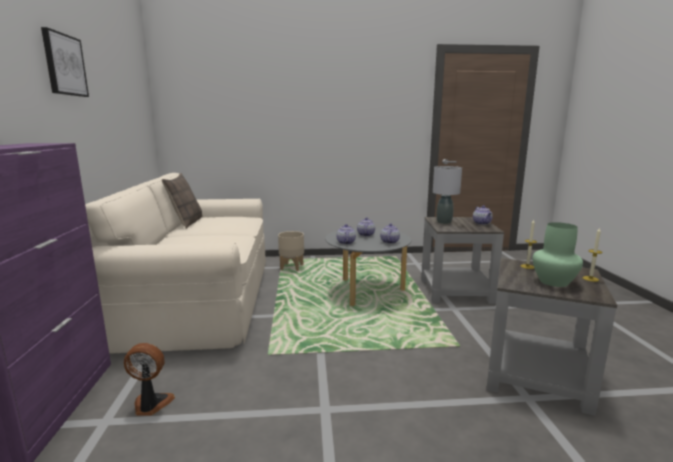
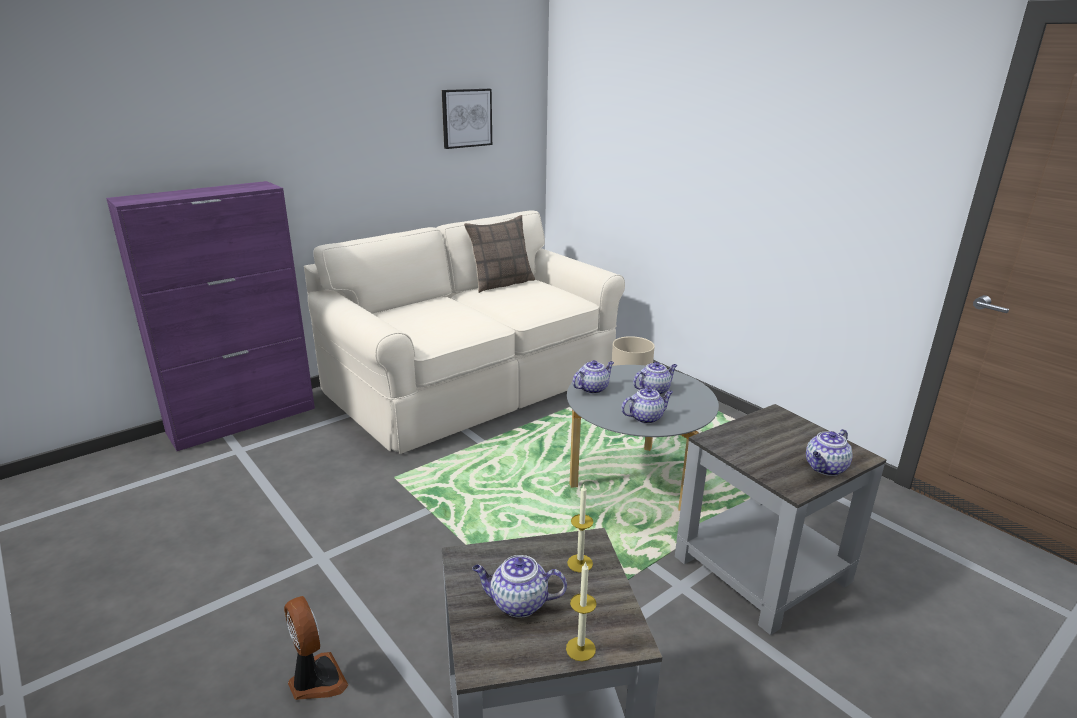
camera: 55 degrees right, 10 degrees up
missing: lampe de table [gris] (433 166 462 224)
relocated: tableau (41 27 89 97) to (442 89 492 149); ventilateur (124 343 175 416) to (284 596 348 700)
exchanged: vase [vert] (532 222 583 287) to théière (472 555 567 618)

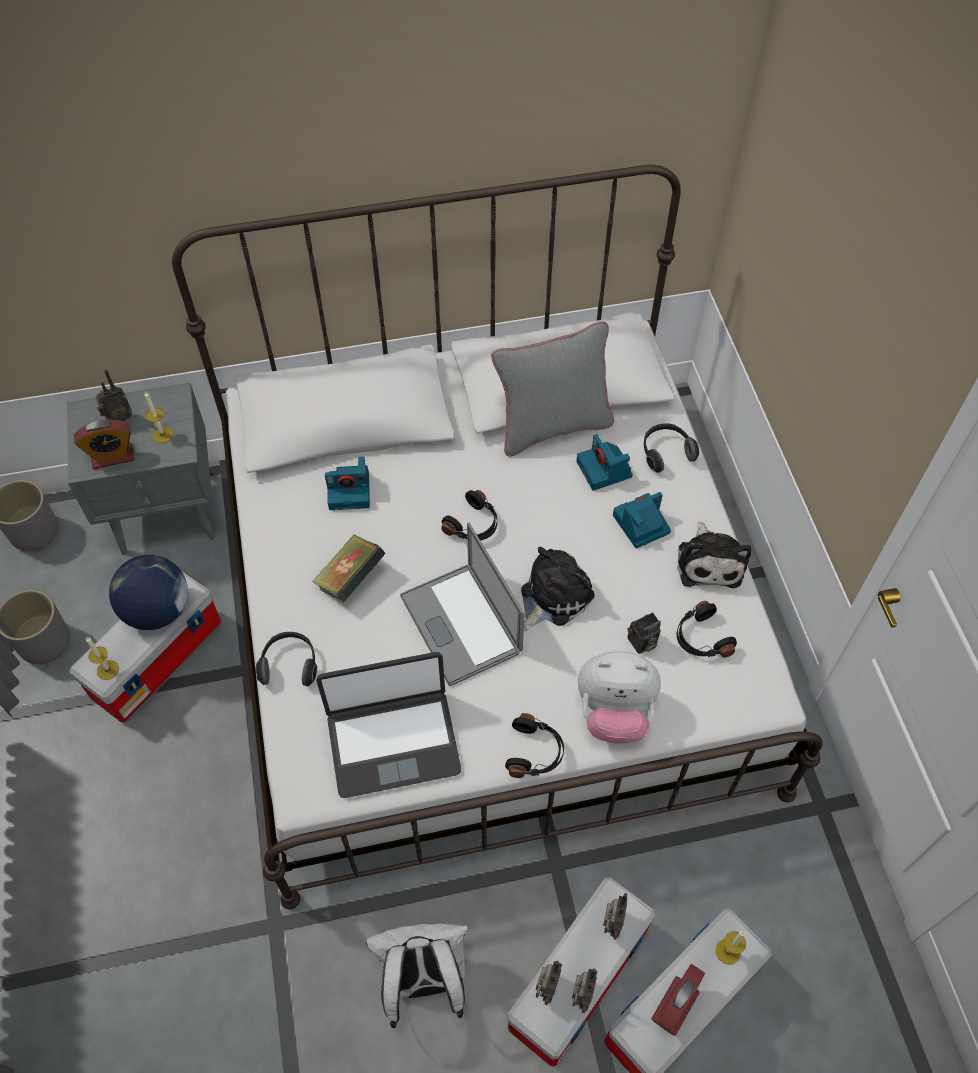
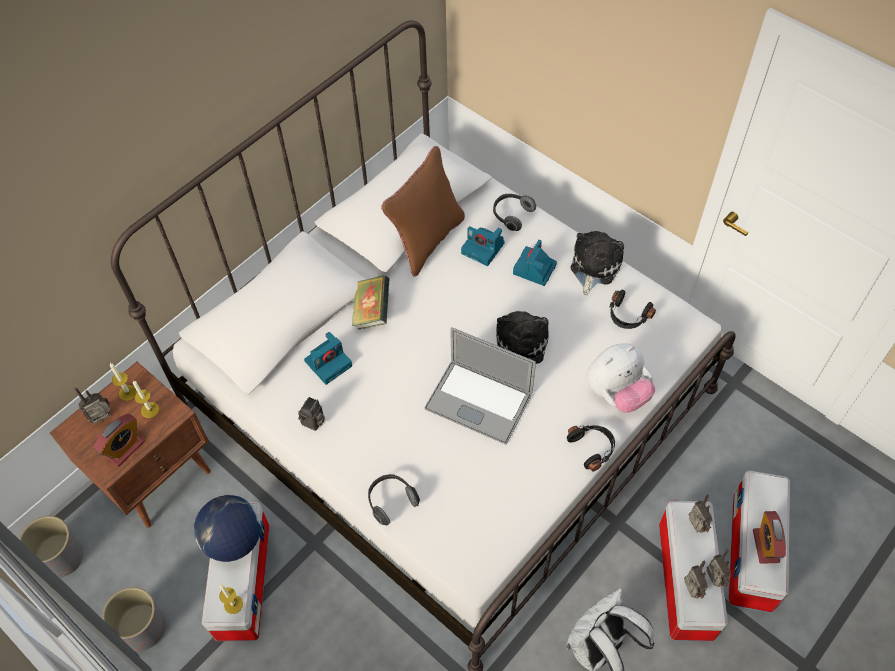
camera: 35 degrees left, 0 degrees up
missing: ordinateur portable (316 652 461 798); casque audio [noir] (441 490 497 540)
relocated: livre (312 534 385 603) to (352 275 389 330); appareil photo (627 612 661 654) to (298 397 325 431); bougie (715 930 746 965) to (110 363 137 401)
colour: table de chevet [gris] (67 383 216 555) to table de chevet [marron] (50 362 211 528); coussin [gris] (491 321 614 457) to coussin [marron] (381 146 465 276)
spun: radio (95 370 132 421) = (74 388 111 424) 150 degrees counterclockwise; peluche (677 521 751 588) = (570 231 624 295) 120 degrees counterclockwise

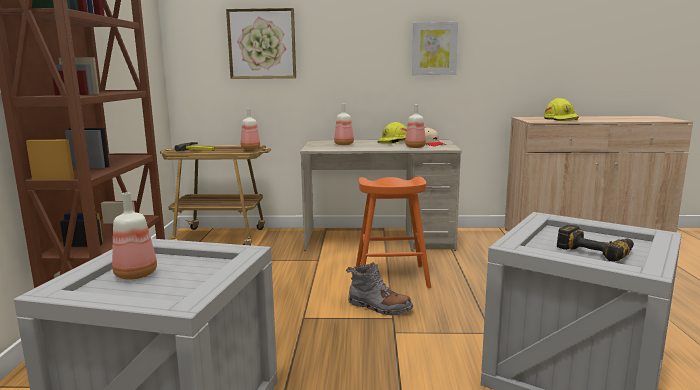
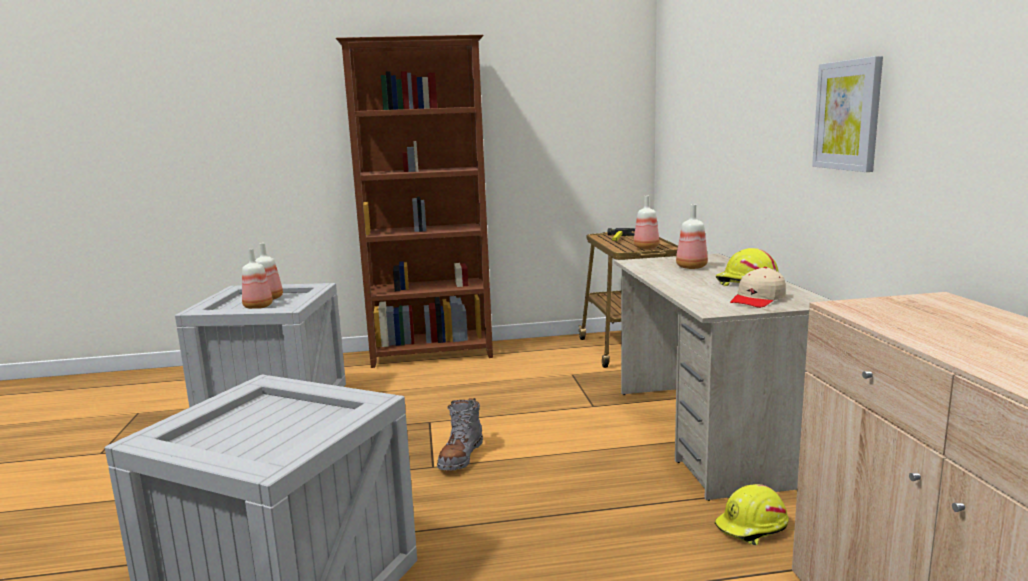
camera: 80 degrees right, 0 degrees up
missing: tableau (226 8 296 79); tabouret [orange] (356 176 431 288); perceuse (557 224 634 262)
relocated: bouteille (405 104 426 148) to (242 249 273 309); casque de chantier [jaune] (544 98 579 121) to (714 484 789 545)

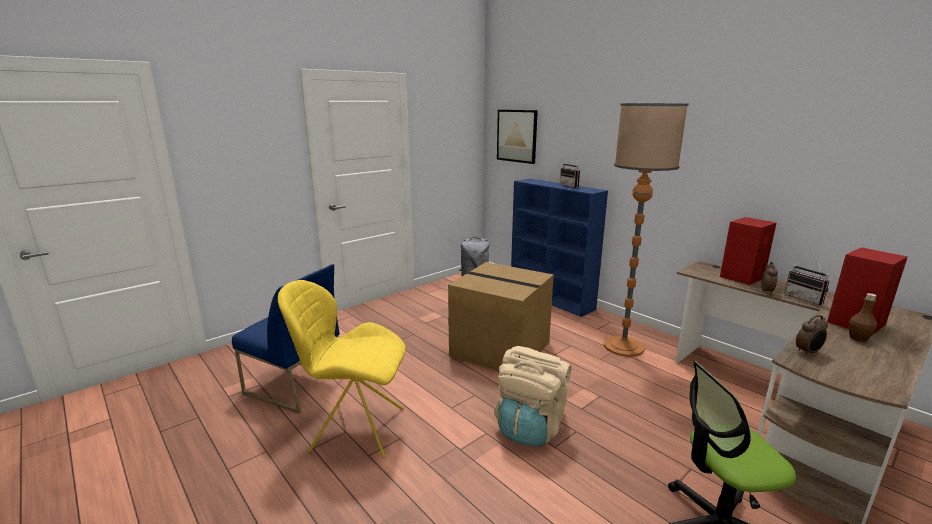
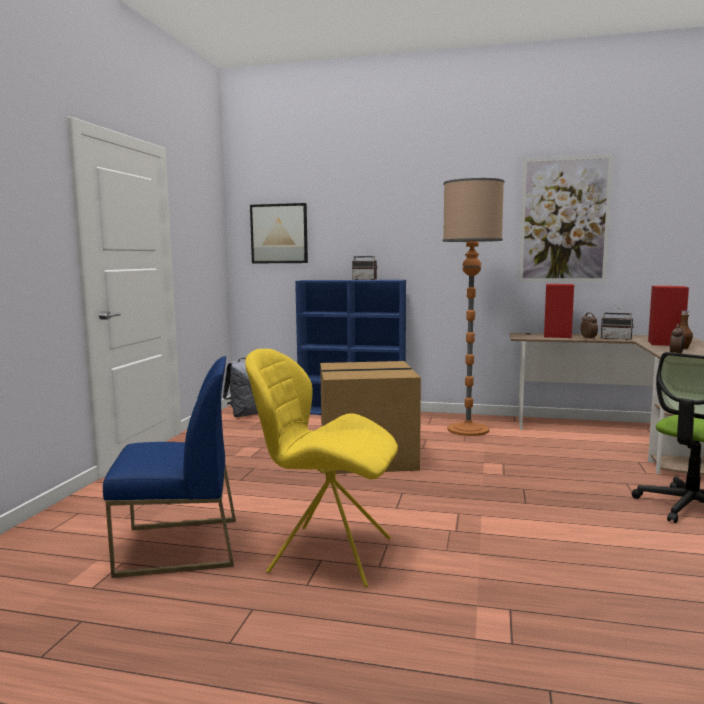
camera: 35 degrees left, 10 degrees down
missing: sac à dos [beige] (494 346 571 447)
appeared: tableau (519 154 613 282)
spun: chaise [jaune] (278 280 405 458) = (245 349 398 587) 45 degrees clockwise

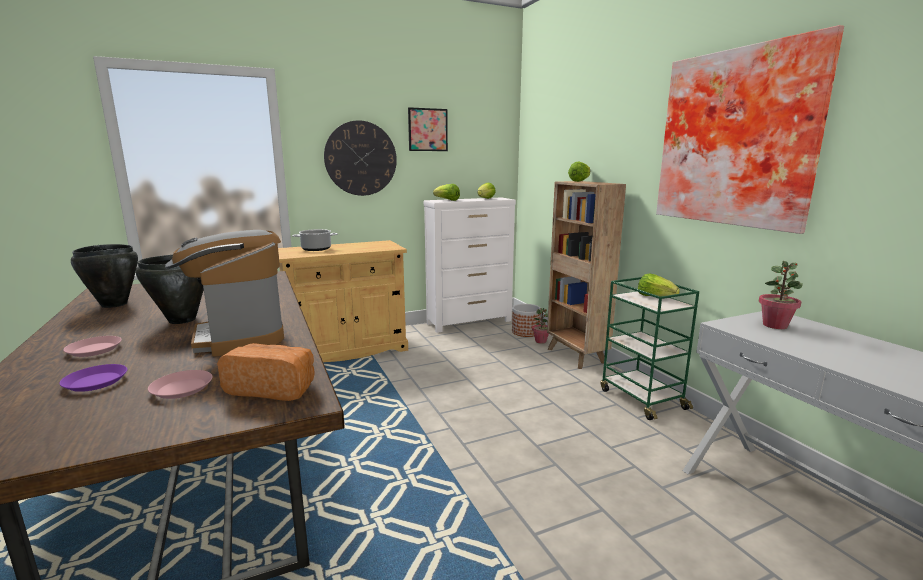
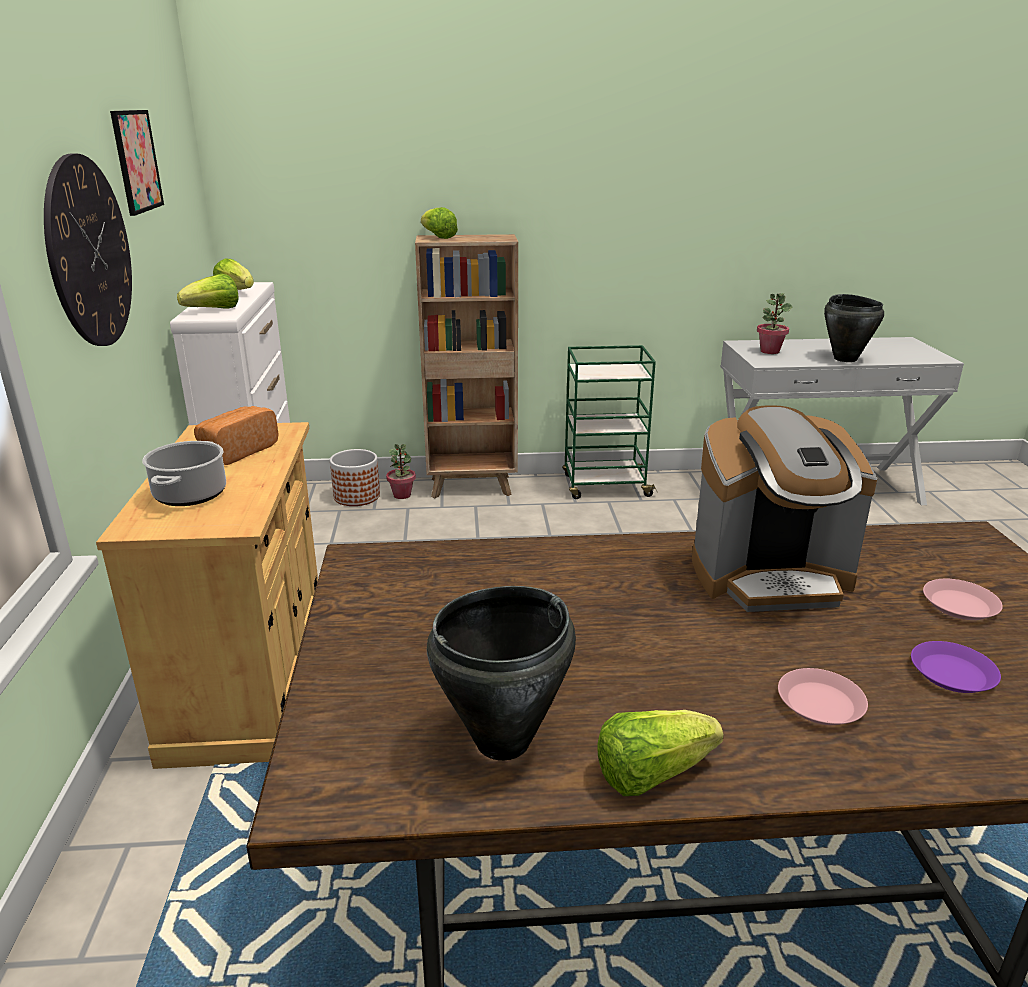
camera: 70 degrees left, 10 degrees up
missing: tableau (656 25 844 234)
relocated: marmite [noir] (136 254 204 324) to (824 294 884 362); pain (217 343 315 401) to (194 406 279 465); laitue (638 274 680 297) to (597 710 724 796)

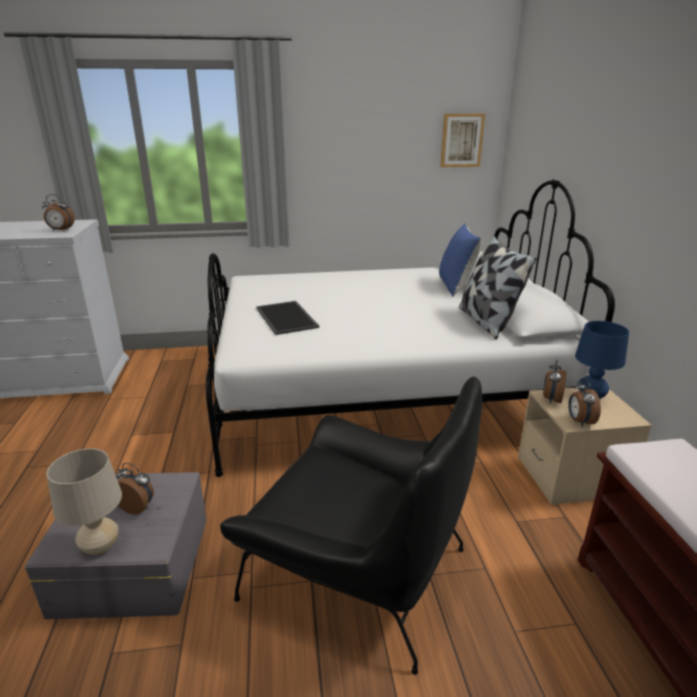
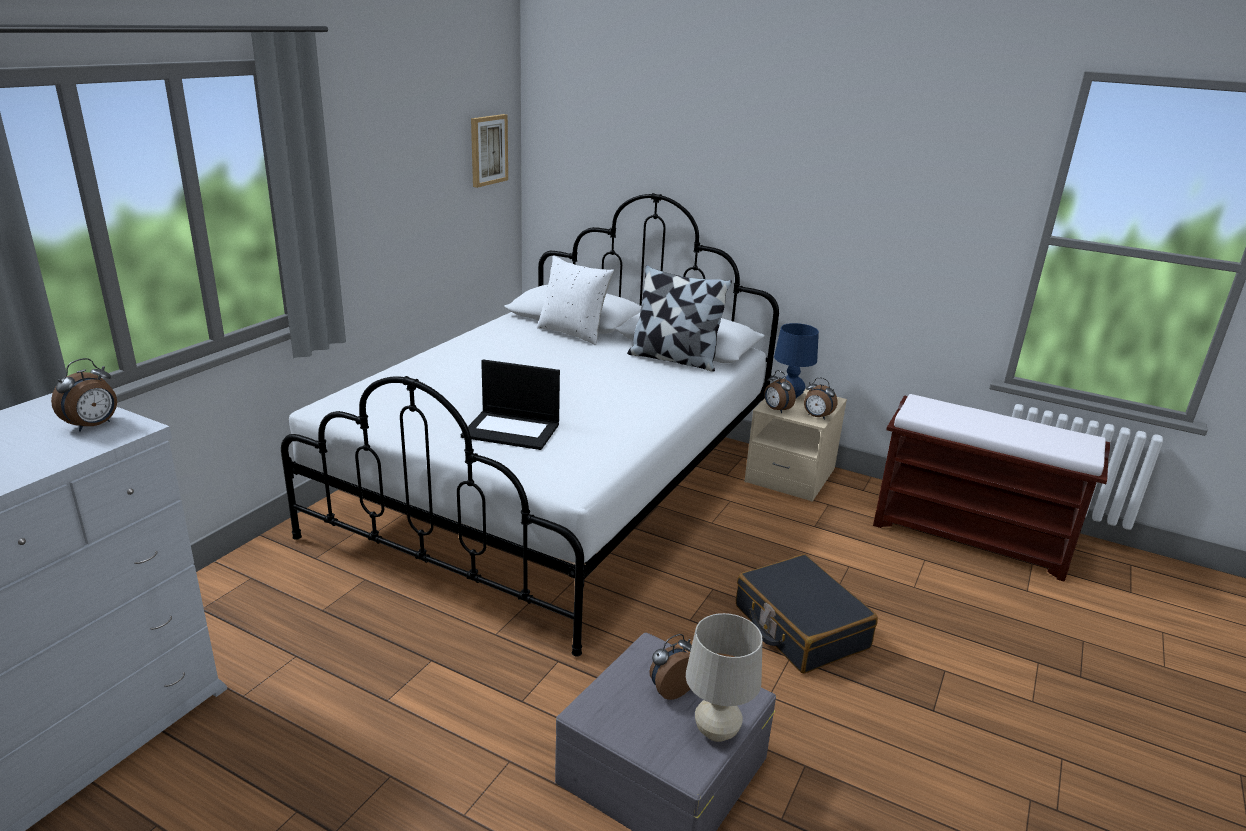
camera: 55 degrees left, 0 degrees up
exchanged: fauteuil [noir] (220 377 482 675) to valise [noir] (736 554 878 674); plateau (256 301 319 335) to ordinateur portable (461 359 560 450)
colour: coussin [bleu] (439 223 481 297) to coussin [blanc] (537 255 614 345)

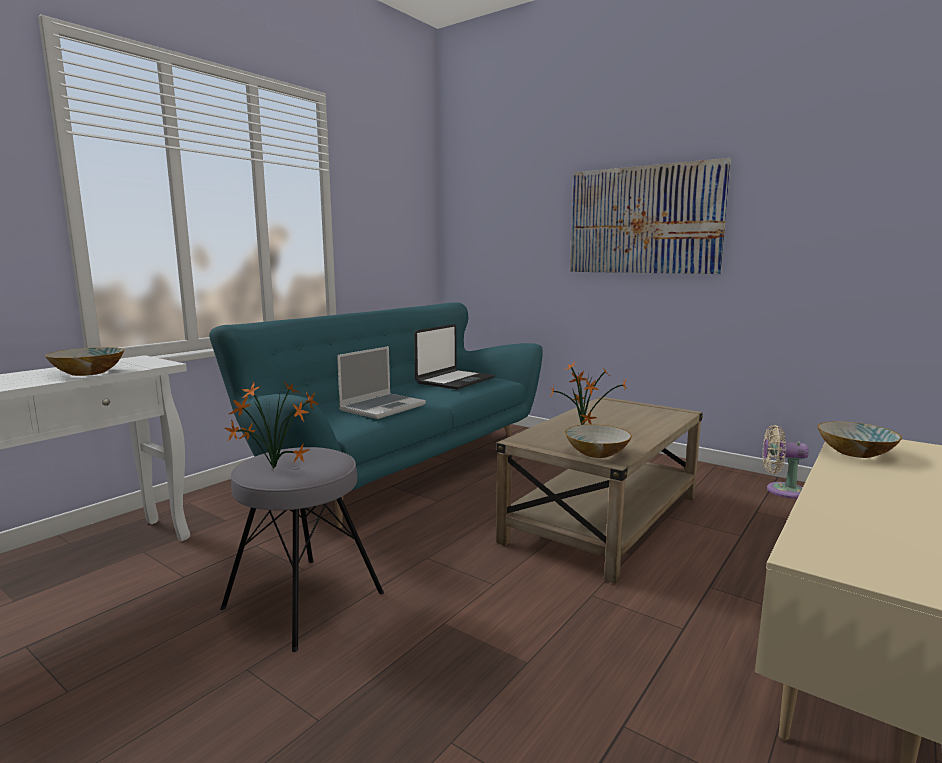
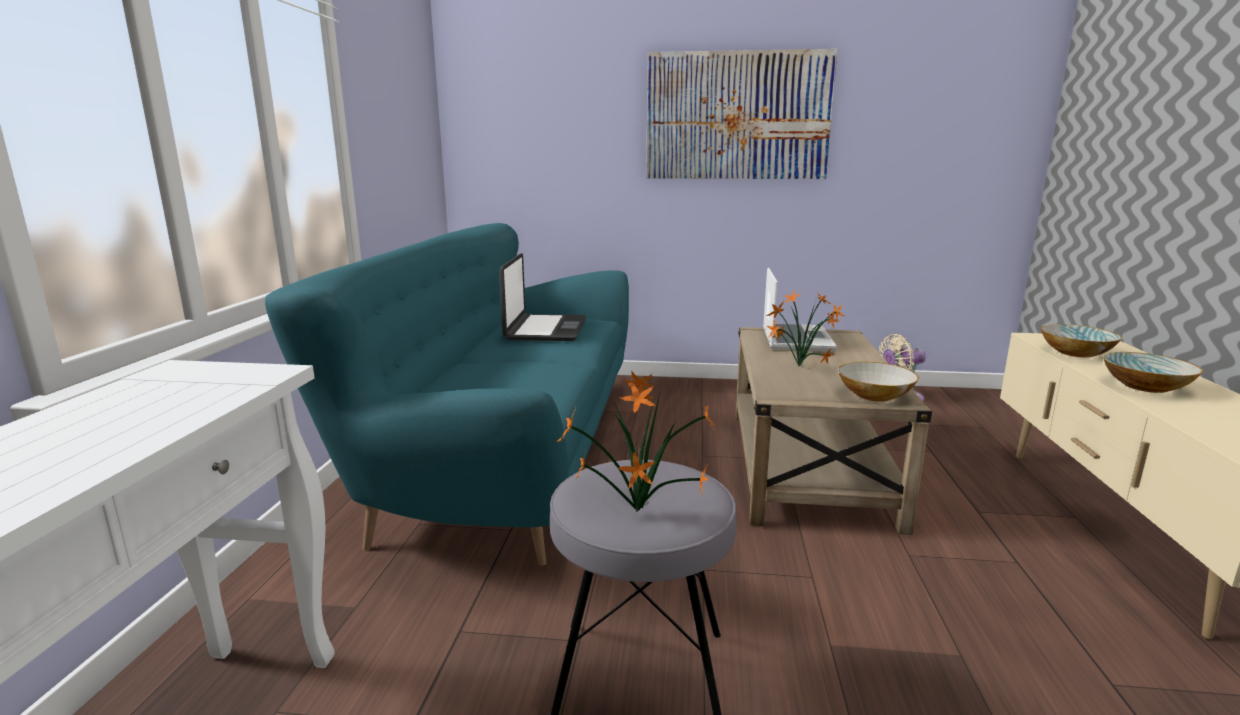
camera: 30 degrees left, 5 degrees up
relocated: bol (45 347 124 376) to (1103 352 1203 393); ordinateur portable (337 346 426 419) to (763 268 837 351)

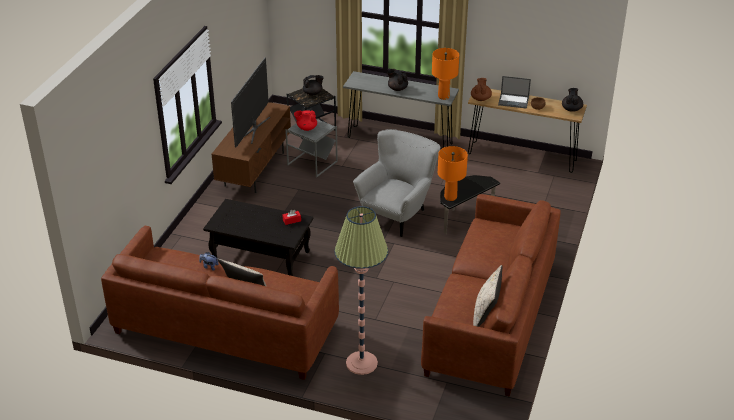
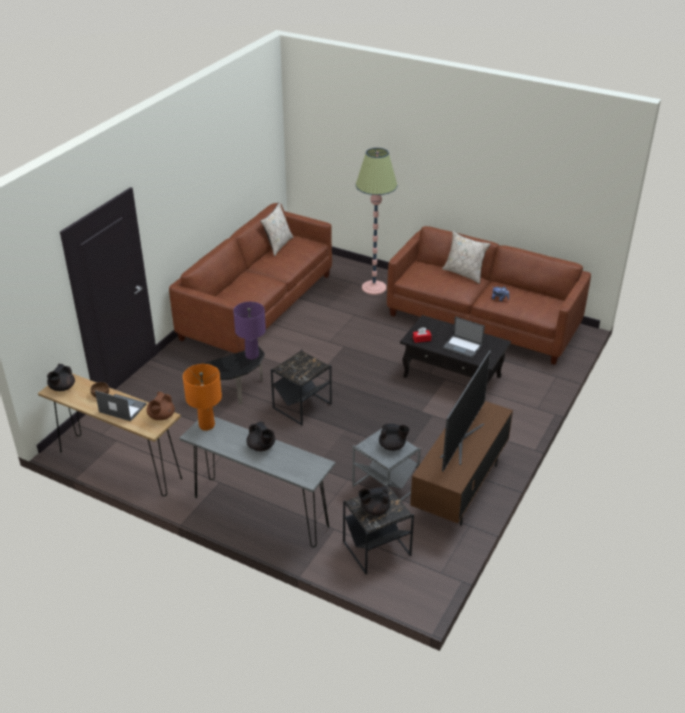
camera: 170 degrees left, 0 degrees up
appeared: ordinateur portable (443 316 485 358)
exchanged: fauteuil [gris] (353 129 440 237) to table d'appoint [noir] (271 349 332 425)
colour: théière [rouge] (294 110 317 131) to théière [noir] (379 423 410 451); lampe de table [orange] (438 146 468 201) to lampe de table [violet] (233 302 266 360)

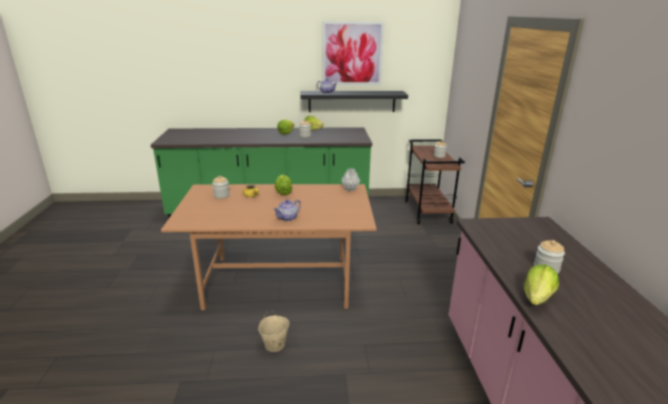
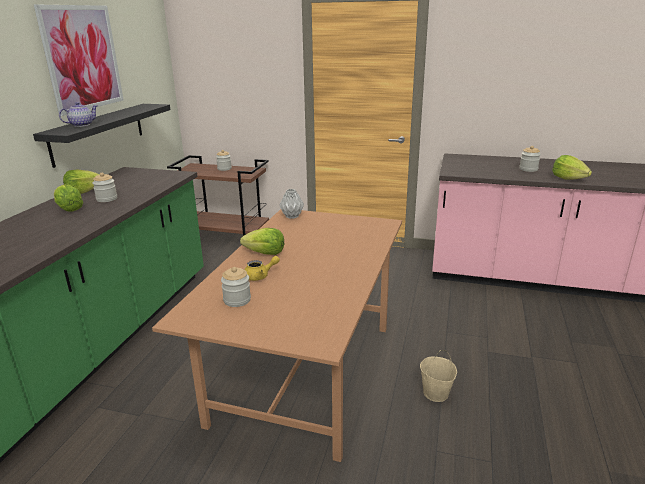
camera: 70 degrees left, 0 degrees up
missing: théière (273 199 301 221)

